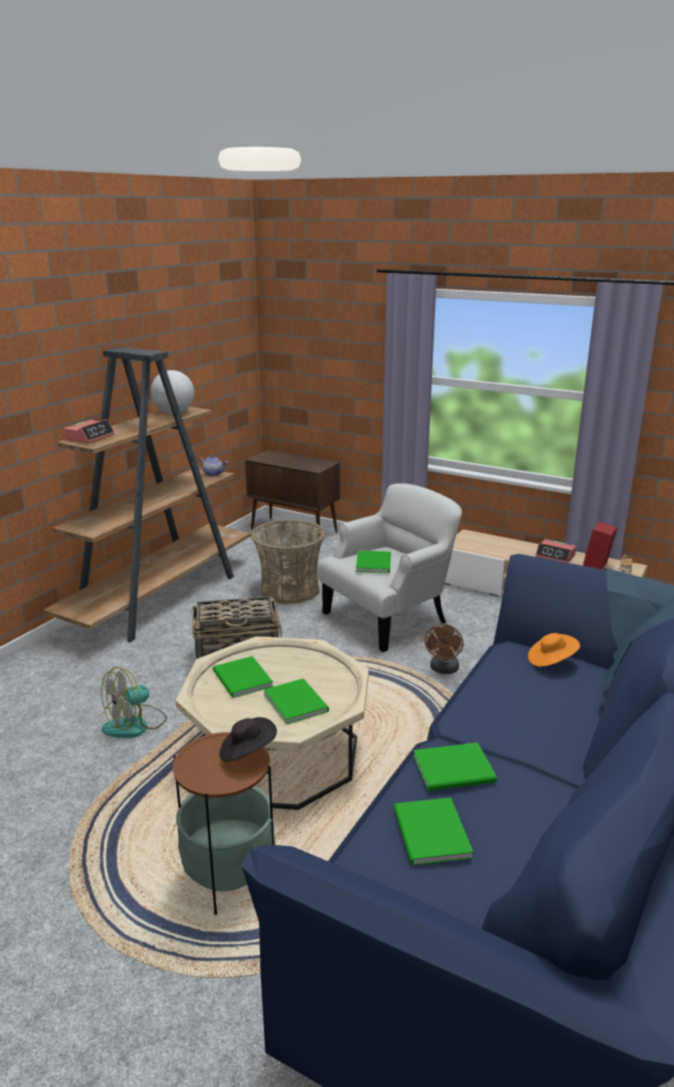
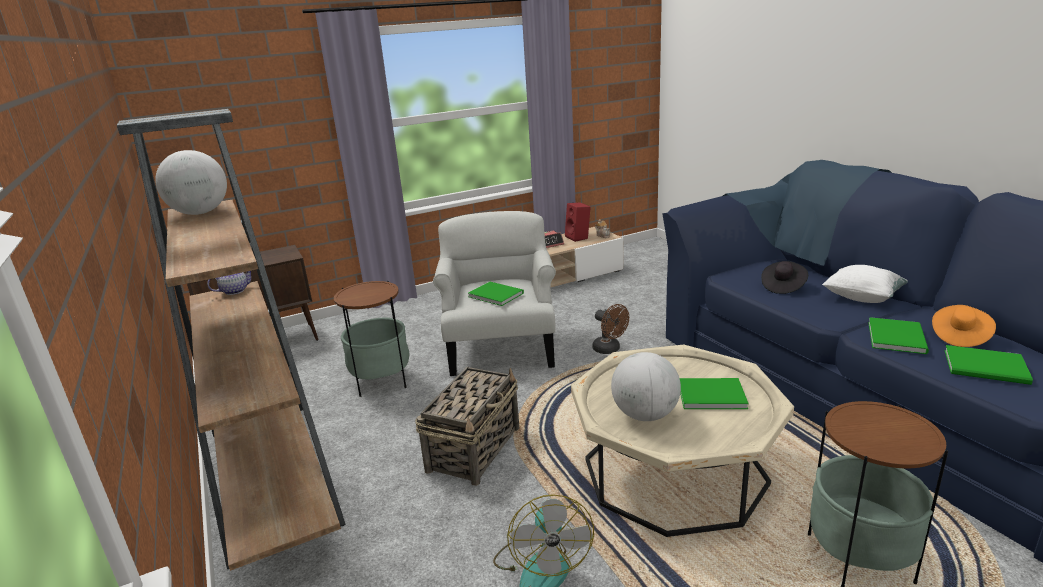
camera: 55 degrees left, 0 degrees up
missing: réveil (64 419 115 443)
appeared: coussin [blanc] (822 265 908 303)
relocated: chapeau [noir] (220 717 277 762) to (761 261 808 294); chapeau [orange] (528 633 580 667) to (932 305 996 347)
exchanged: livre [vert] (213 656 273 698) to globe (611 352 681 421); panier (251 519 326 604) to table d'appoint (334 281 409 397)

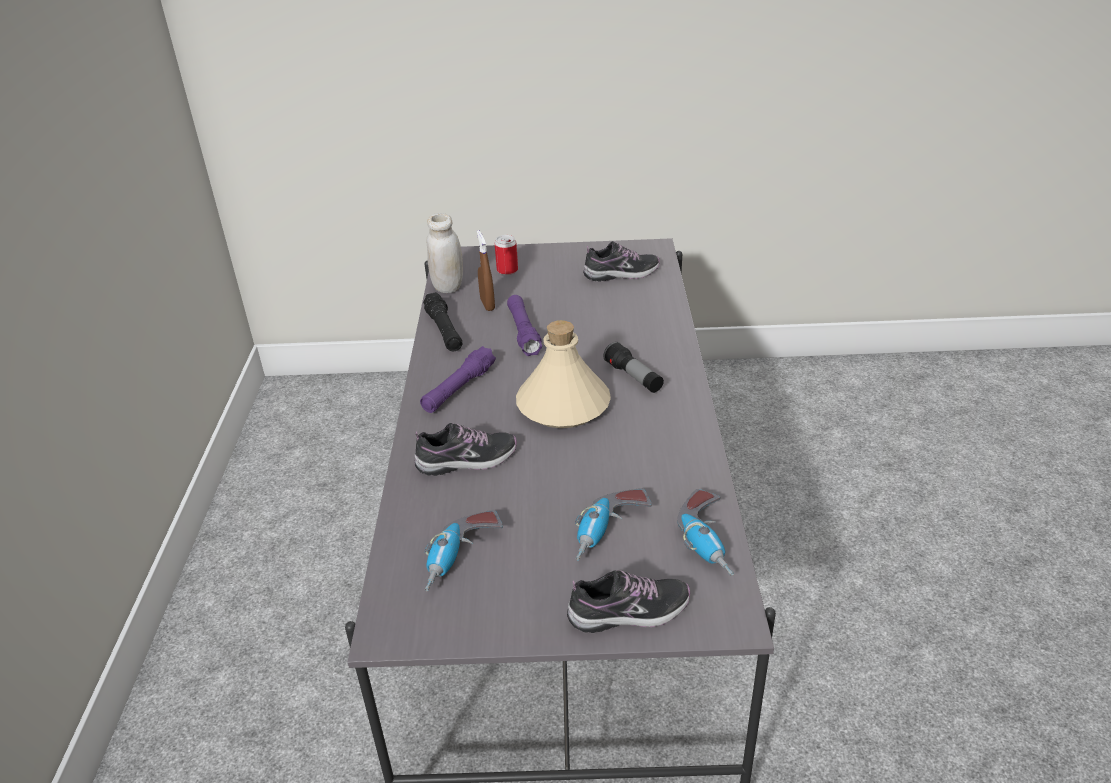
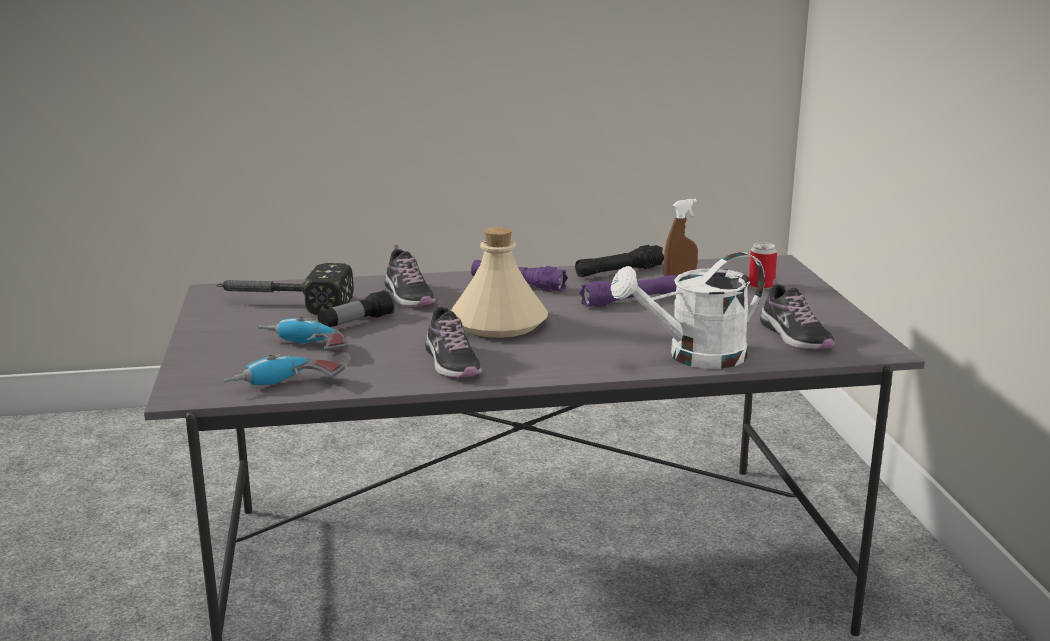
camera: 80 degrees right, 15 degrees down
missing: bocal [blanc] (426 213 463 293)
appeared: arrosoir [blanc] (610 252 765 369)
relocated: chaussure (567 570 690 633) to (425 301 482 378); lampe de poche (603 342 664 393) to (318 289 395 328)
exchanged: perceuse (425 510 503 591) to marteau (216 263 354 315)

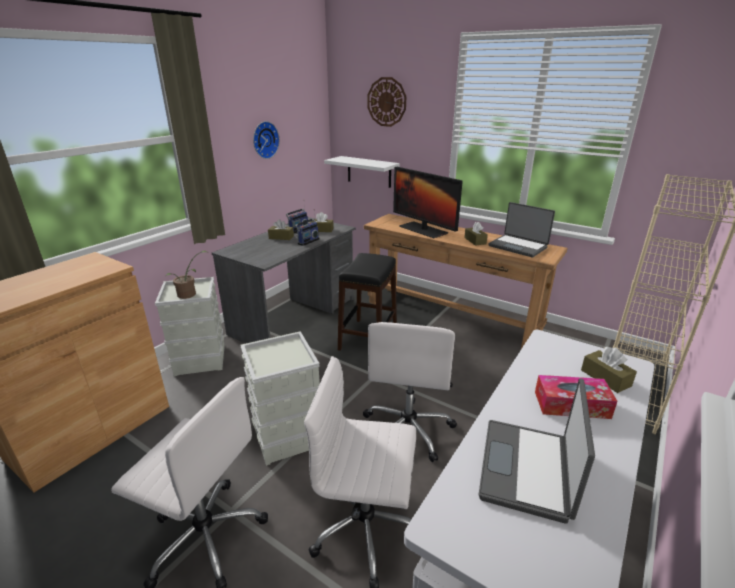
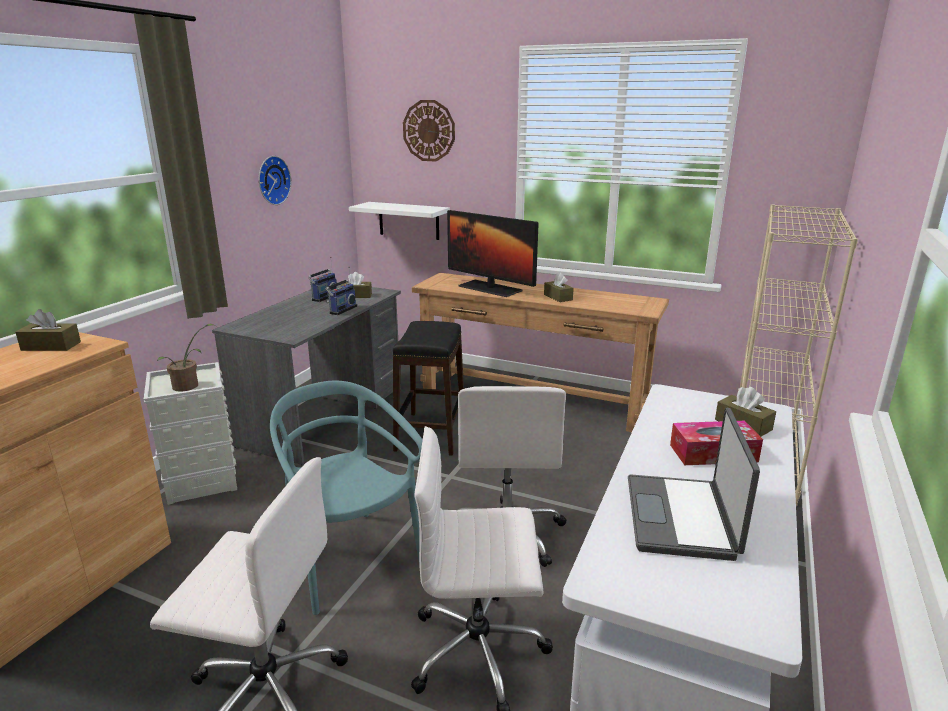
camera: 10 degrees left, 5 degrees down
missing: ordinateur portable (488 202 555 257)
relocated: boîte à mouchoirs [marron] (268 219 294 240) to (15 309 81 351)
exchanged: boîte de rangement [gris] (240 331 320 466) to chaise [turquoise] (270 381 423 615)

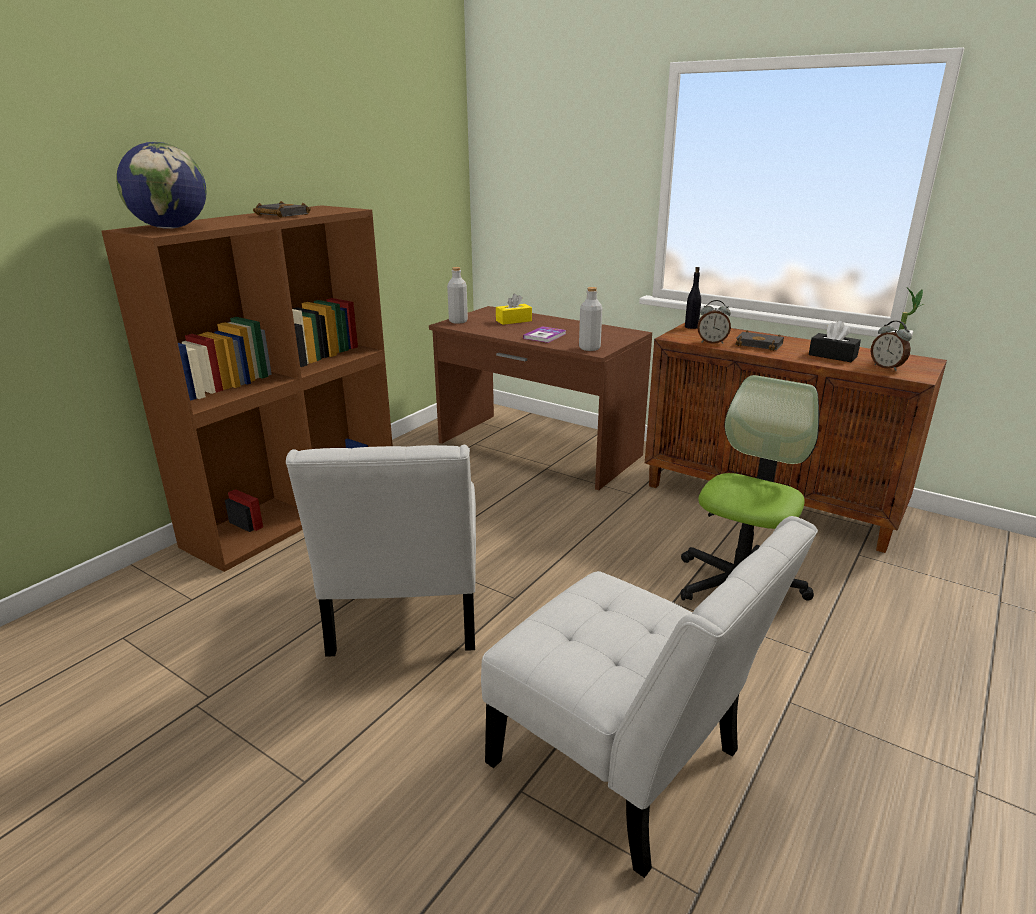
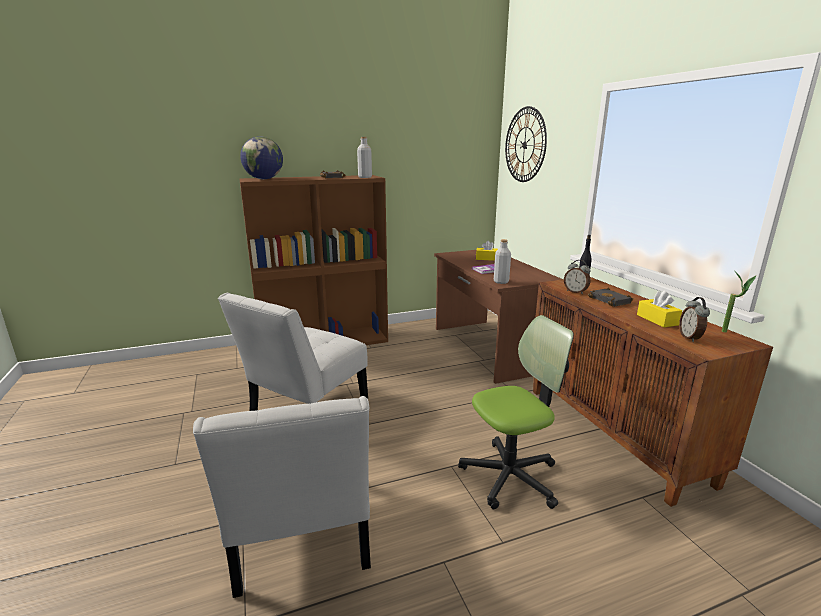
camera: 35 degrees right, 5 degrees down
appeared: horloge murale (505 106 547 182)
relocated: bouteille [gris] (447 267 468 324) to (357 137 372 178)
colour: boîte à mouchoirs [noir] (809 321 861 362) to boîte à mouchoirs [jaune] (637 291 682 327)

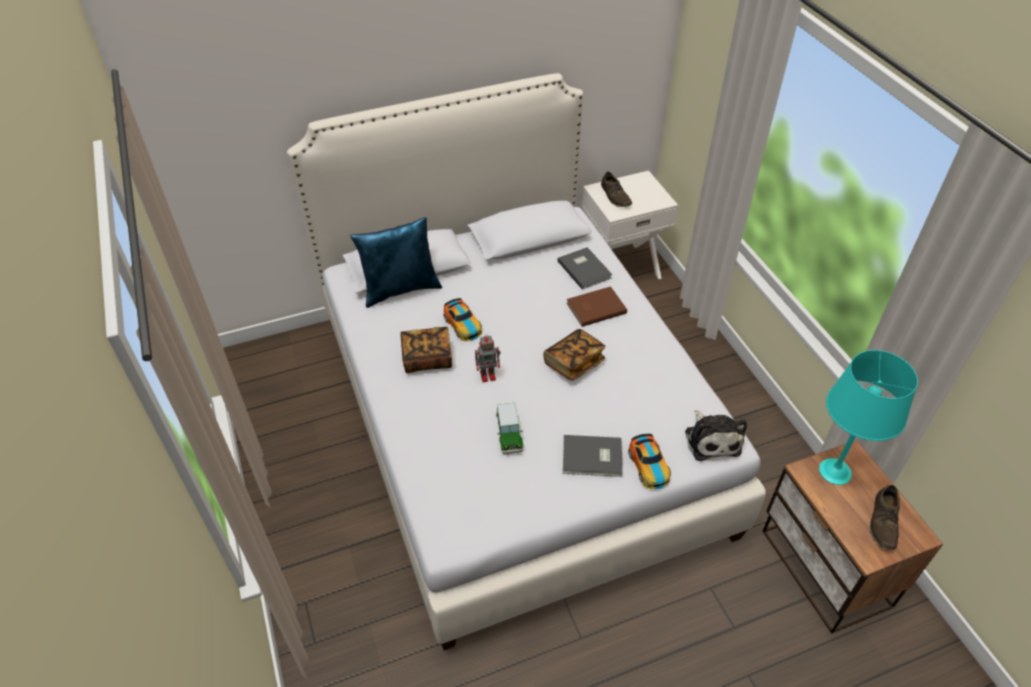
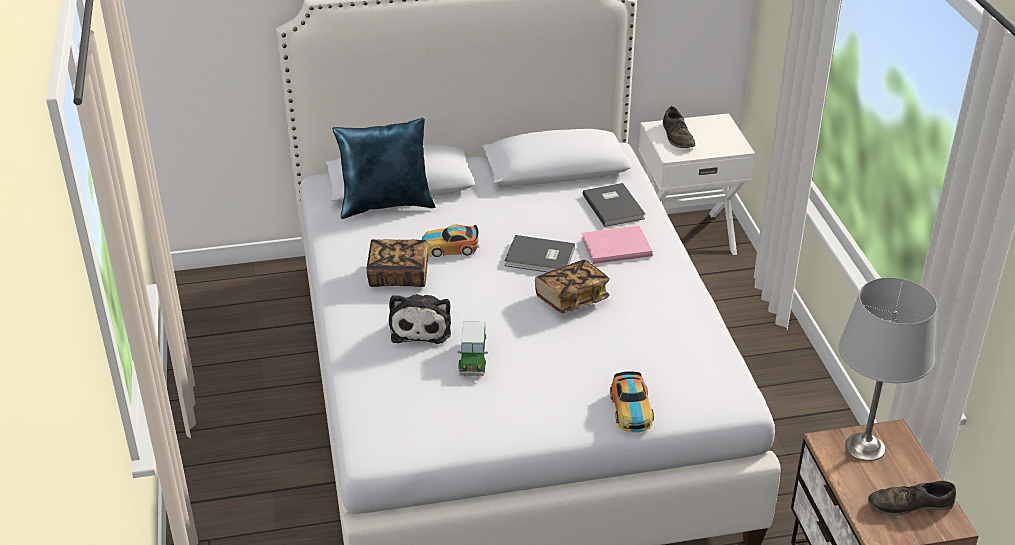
camera: 10 degrees right, 10 degrees down
missing: robot jouet (475 334 501 382)
relocated: livre [gris] (563 435 623 477) to (505 235 575 272); peluche (685 410 747 461) to (389 294 451 344)
colour: livre [marron] (567 286 627 327) to livre [rose] (581 226 653 264); lampe de table [turquoise] (819 350 918 485) to lampe de table [gris] (839 277 937 461)
spun: petite voiture (444 298 482 341) = (422 225 479 257) 105 degrees clockwise; chaussure [marron] (870 485 900 550) = (868 481 956 516) 60 degrees clockwise

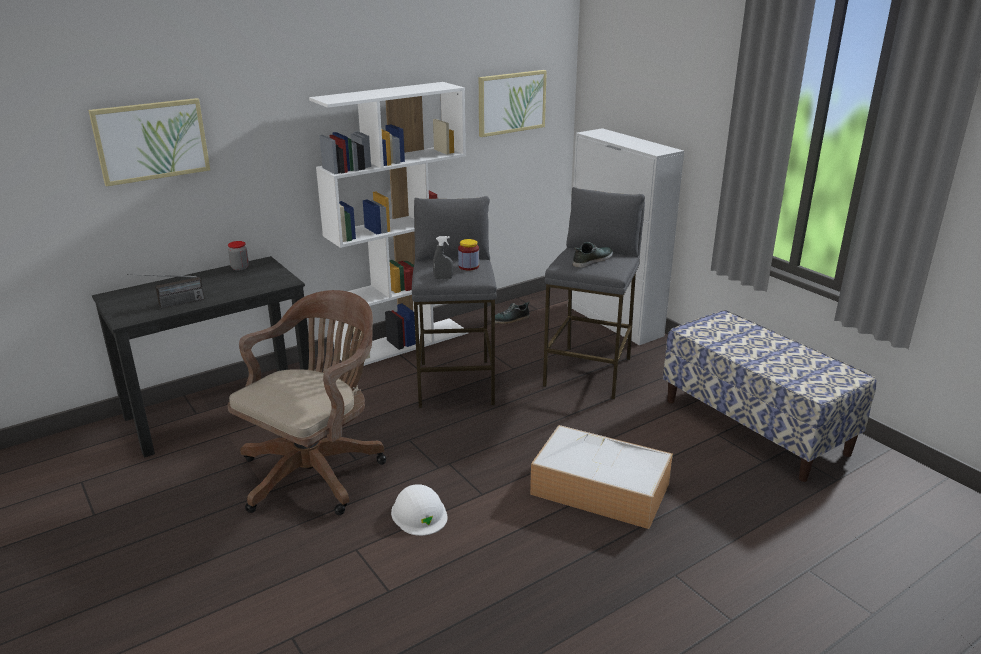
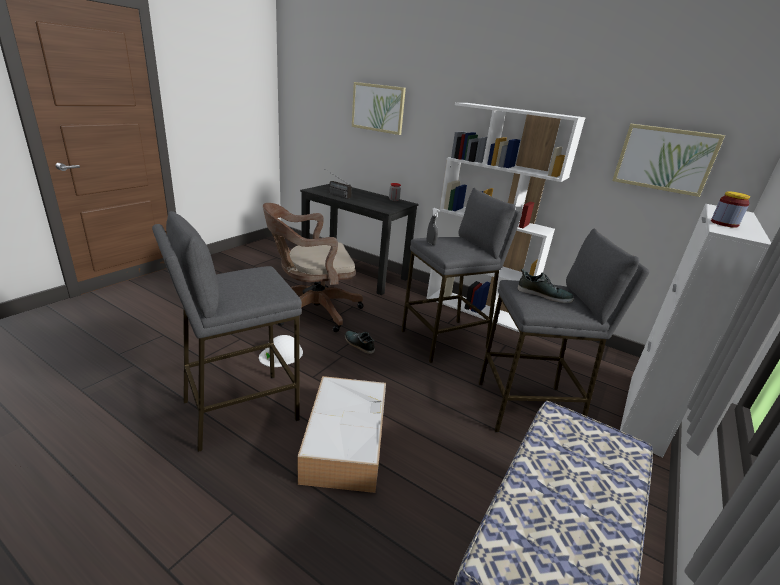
camera: 65 degrees right, 0 degrees up
appeared: tabouret [gris] (152 211 302 452)
relocated: bocal (458 239 479 271) to (711 191 750 228); chaussure (495 302 530 324) to (345 331 375 354)
spun: chaise de bureau [marron] (227 290 386 515) = (263 203 363 332) 150 degrees clockwise

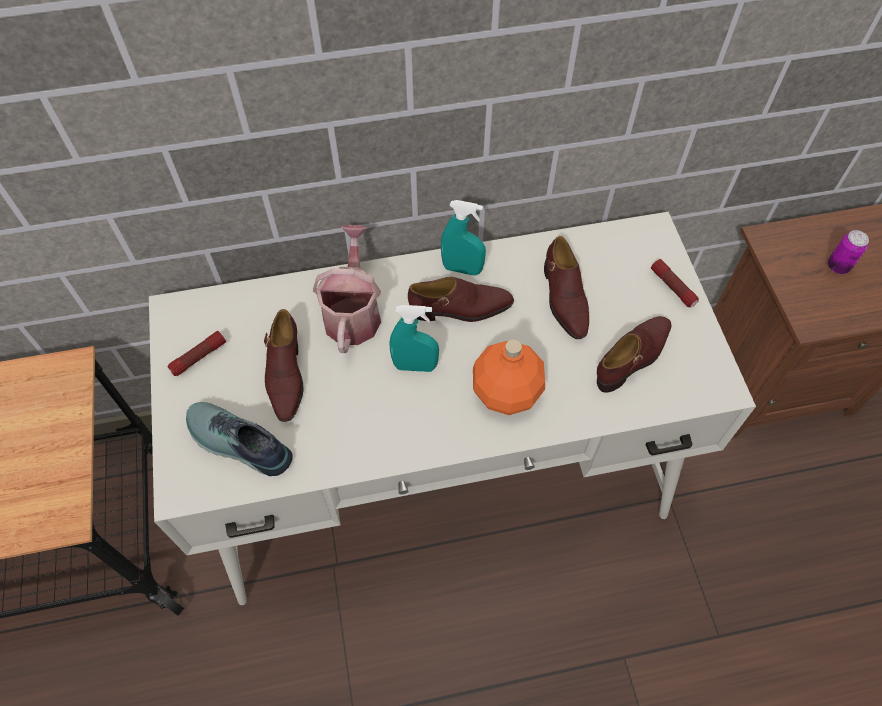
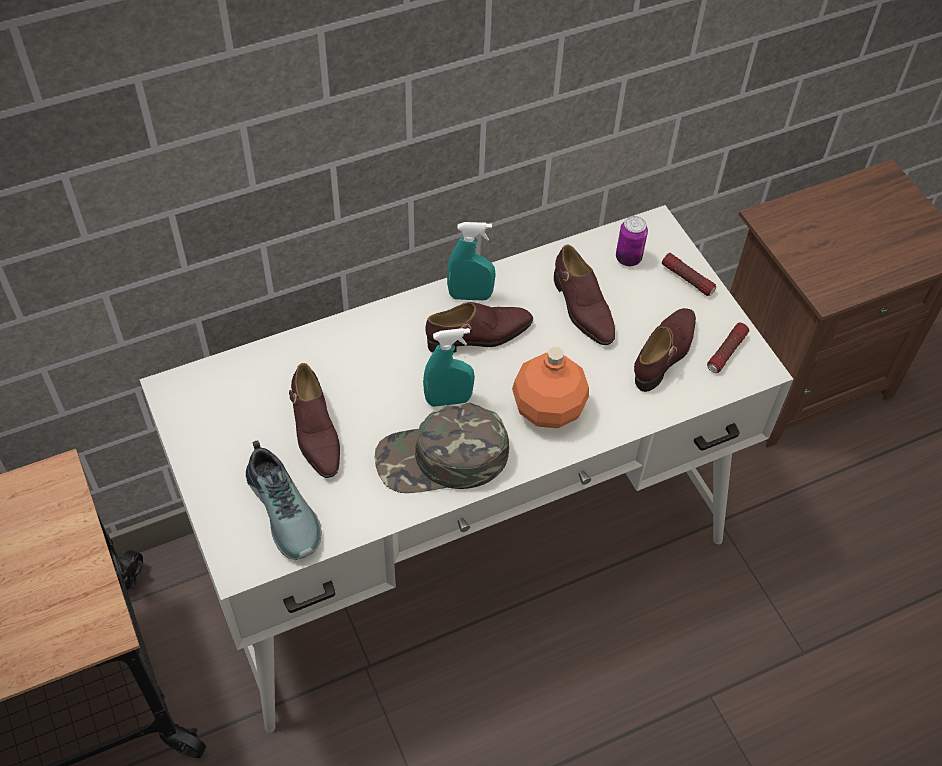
camera: 15 degrees left, 5 degrees down
missing: arrosoir (313 225 381 353)
appeared: casquette [vert] (375 403 509 493)
relocated: lampe de poche (168 331 226 376) to (707 323 749 373); boîte métallique (828 230 869 274) to (616 216 648 266)
spun: chaussure (186 402 293 476) = (246 440 322 560) 135 degrees counterclockwise

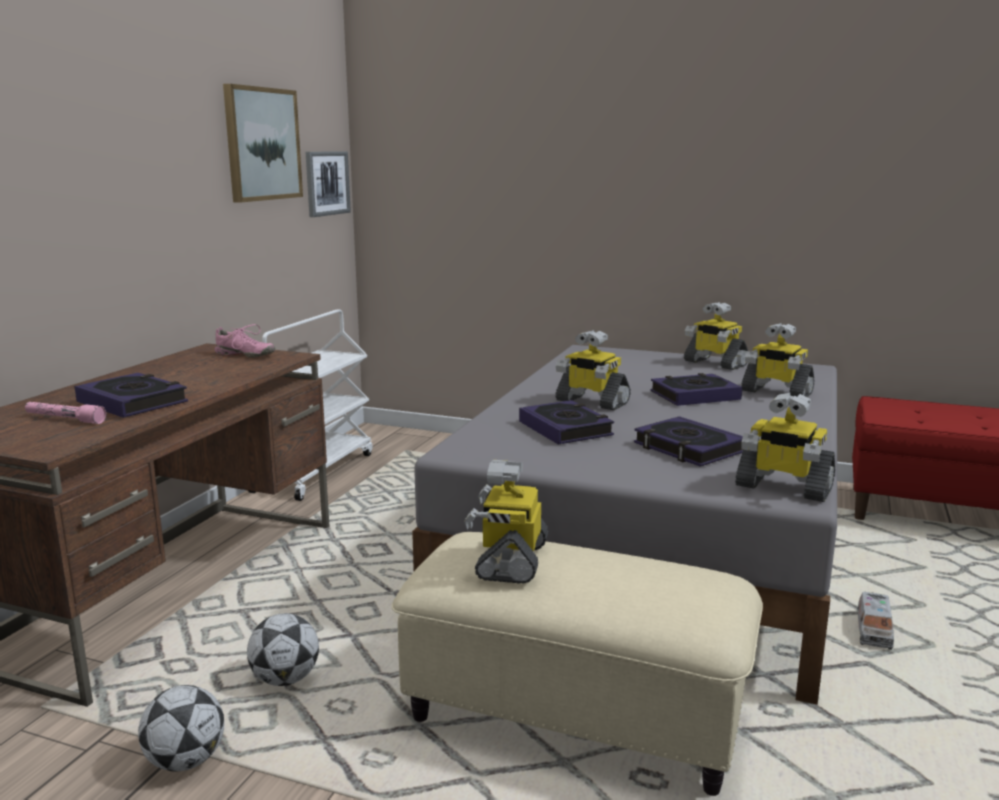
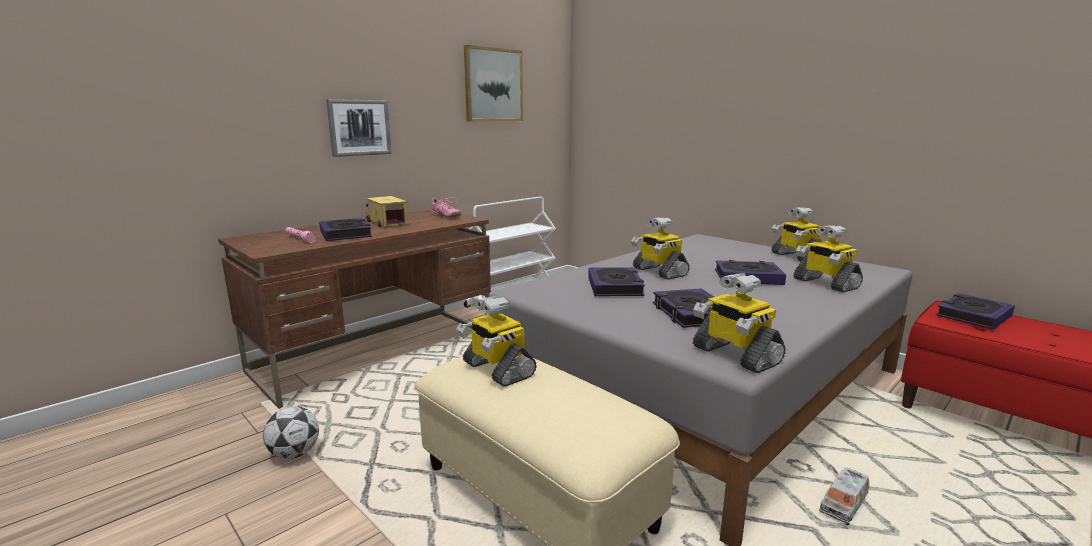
camera: 25 degrees right, 0 degrees up
missing: ballon de foot (247 613 319 686)
appeared: camion jouet (366 196 408 227); livre (936 293 1015 329)
relocated: tableau (305 152 351 217) to (326 99 392 157)
spun: robot jouet (464 460 548 584) = (456 295 537 387) 75 degrees counterclockwise

